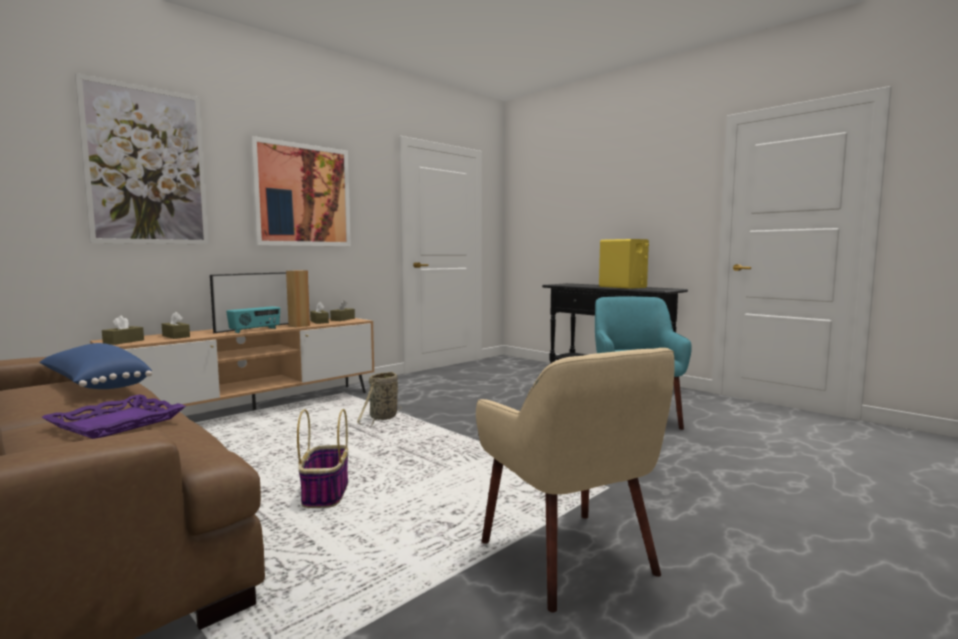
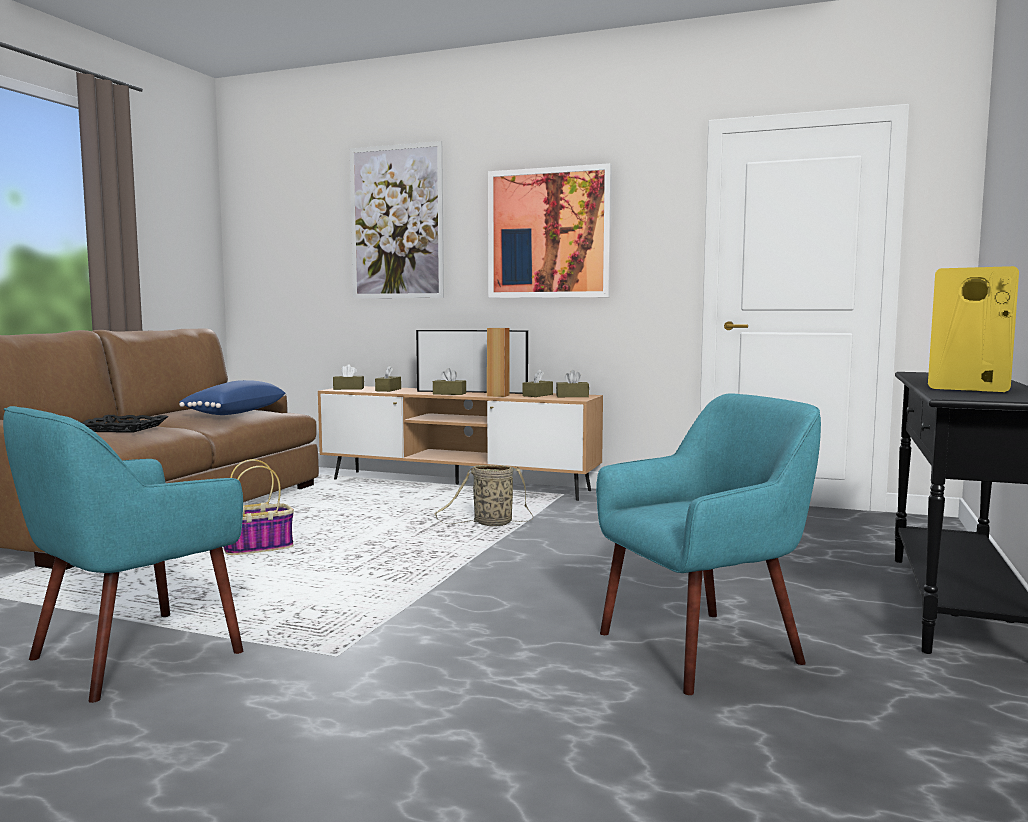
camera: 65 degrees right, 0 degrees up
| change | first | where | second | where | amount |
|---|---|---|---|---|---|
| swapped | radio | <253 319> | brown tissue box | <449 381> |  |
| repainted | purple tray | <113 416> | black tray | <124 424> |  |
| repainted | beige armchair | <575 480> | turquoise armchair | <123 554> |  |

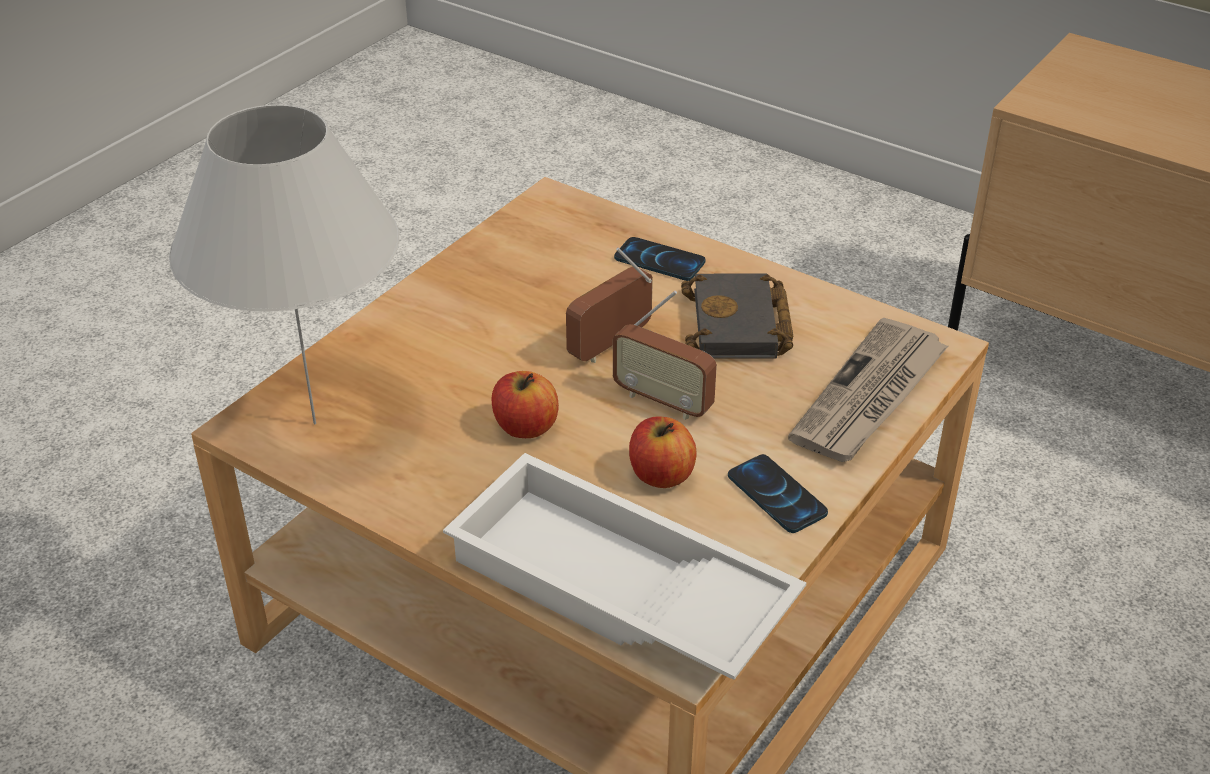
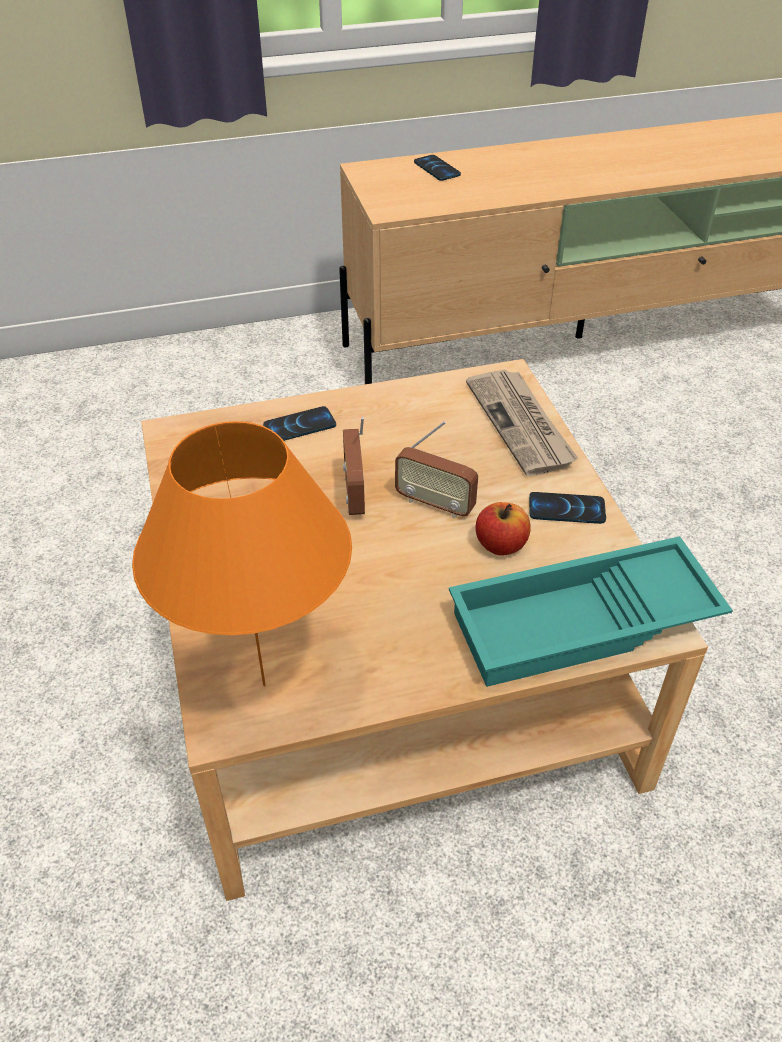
camera: 50 degrees left, 5 degrees up
| change | first | where | second | where | amount |
|---|---|---|---|---|---|
| gone | apple | <525 404> |  |  |  |
| gone | black book | <737 316> |  |  |  |
| new |  |  | phone | <437 168> |  |
| repainted | white table lamp | <284 264> | orange table lamp | <242 553> |  |
| repainted | white tray | <624 566> | turquoise tray | <591 611> |  |
| rotated | radio | <665 355> |  | <436 470> | 45 degrees clockwise |

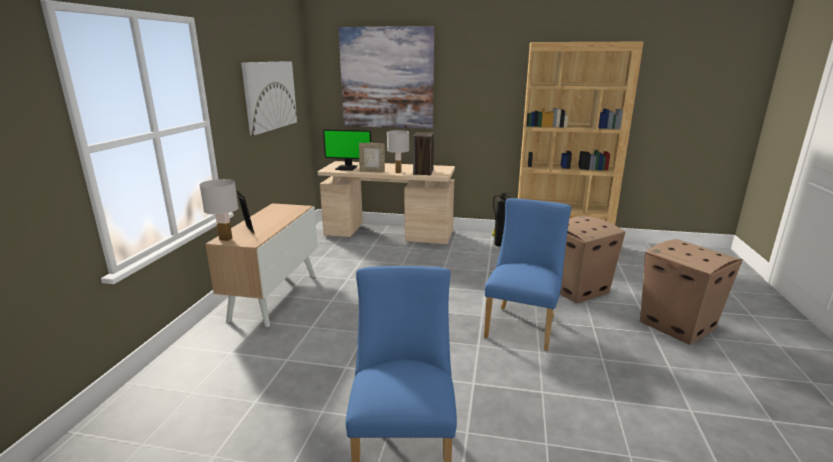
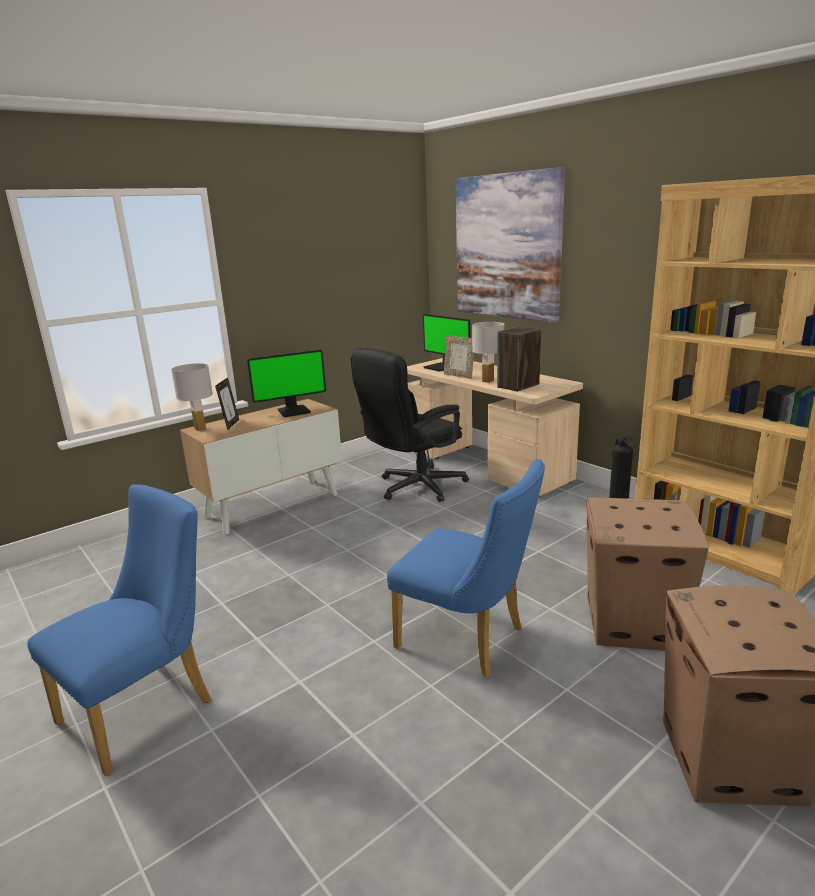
camera: 40 degrees right, 0 degrees up
| change | first | where | second | where | amount |
|---|---|---|---|---|---|
| gone | picture | <269 98> |  |  |  |
| new |  |  | monitor | <286 383> |  |
| new |  |  | black office chair | <410 425> |  |
| rotated | blue chair | <528 274> |  | <466 568> | 60 degrees clockwise |

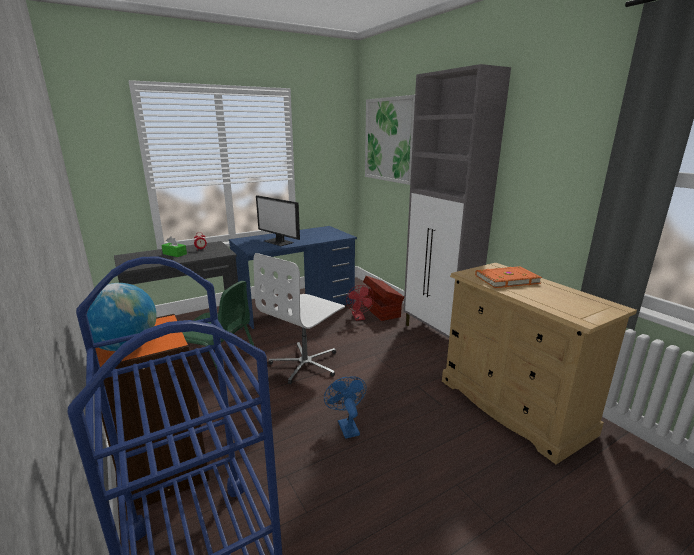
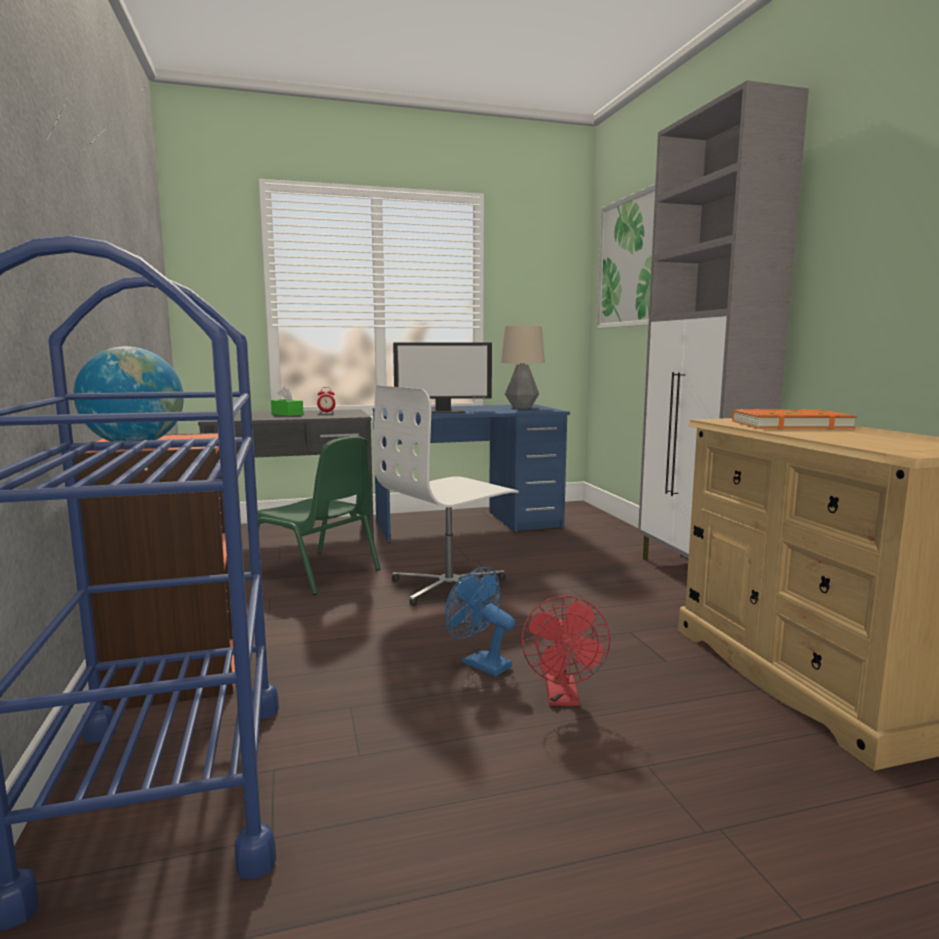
camera: 15 degrees right, 10 degrees down
| change | first | where | second | where | amount |
|---|---|---|---|---|---|
| gone | brown storage box | <382 298> |  |  |  |
| new |  |  | table lamp | <522 367> |  |
| shifted | red fan | <360 303> |  | <566 650> |  |
| rotated | monitor | <278 220> |  | <442 377> | 60 degrees counterclockwise |
| rotated | blue fan | <345 407> |  | <480 621> | 45 degrees counterclockwise |

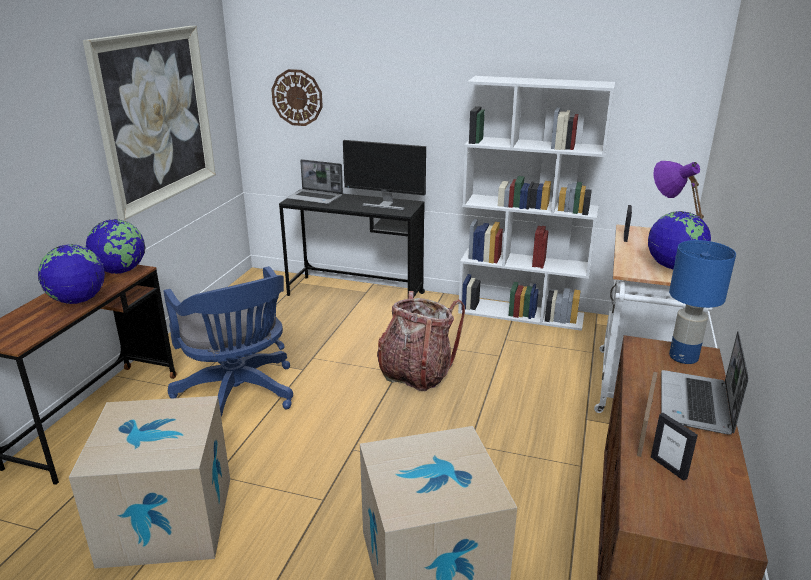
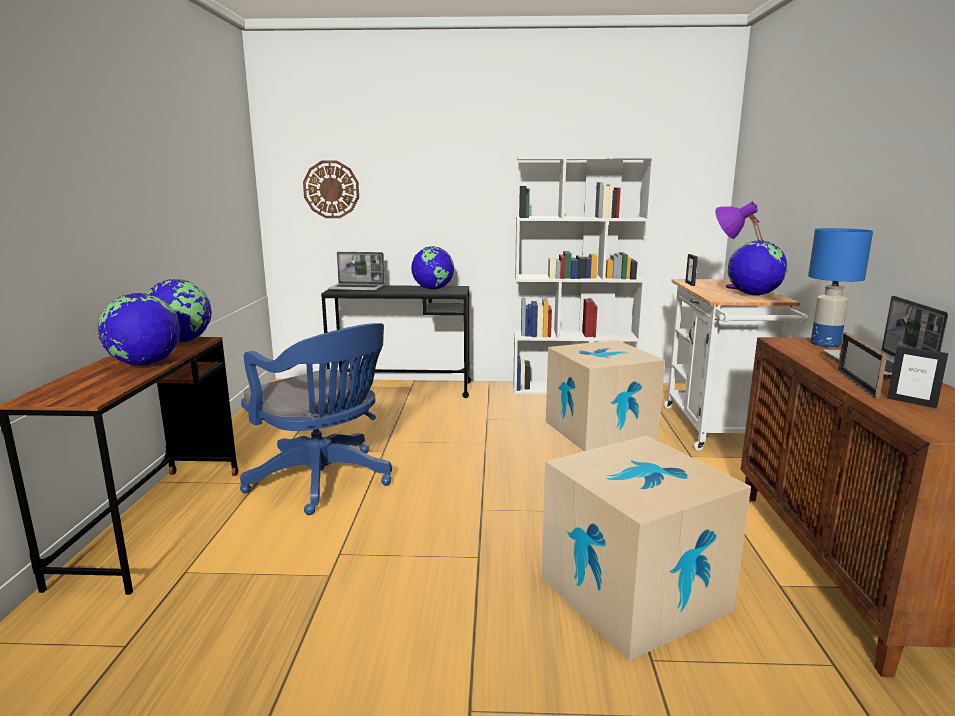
camera: 15 degrees left, 10 degrees down
| change | first | where | second | where | amount |
|---|---|---|---|---|---|
| gone | picture | <149 123> |  |  |  |
| gone | backpack | <421 341> |  |  |  |
| shifted | cardboard box | <149 482> |  | <605 395> |  |
| swapped | monitor | <384 175> | globe | <432 268> |  |

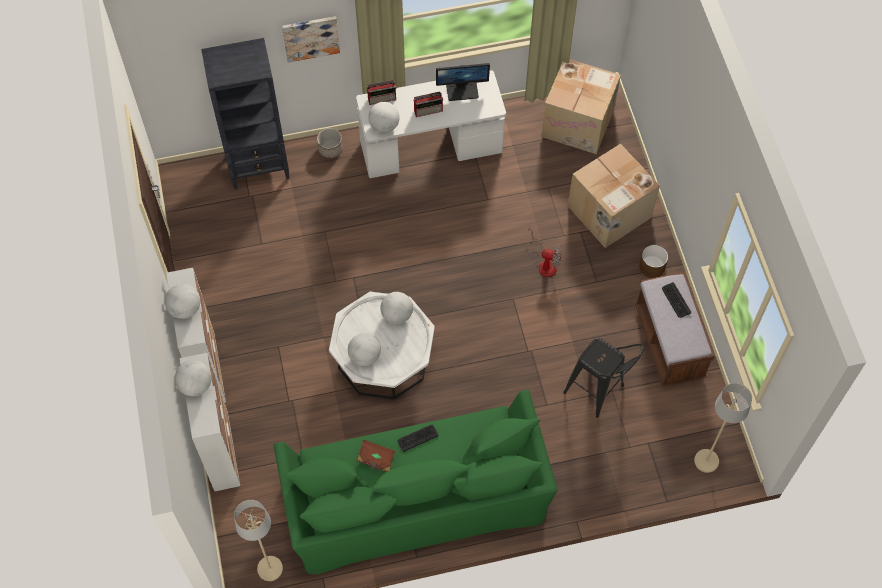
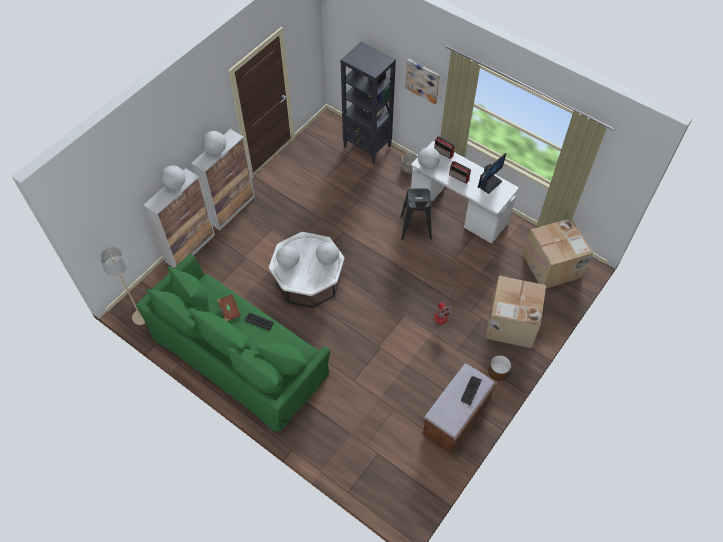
camera: 50 degrees right, 5 degrees down
| change | first | where | second | where | amount |
|---|---|---|---|---|---|
| gone | beige floor lamp | <723 428> |  |  |  |
| shifted | black stool | <603 378> |  | <418 214> |  |
| rotated | monitor | <463 82> |  | <492 173> | 90 degrees counterclockwise |

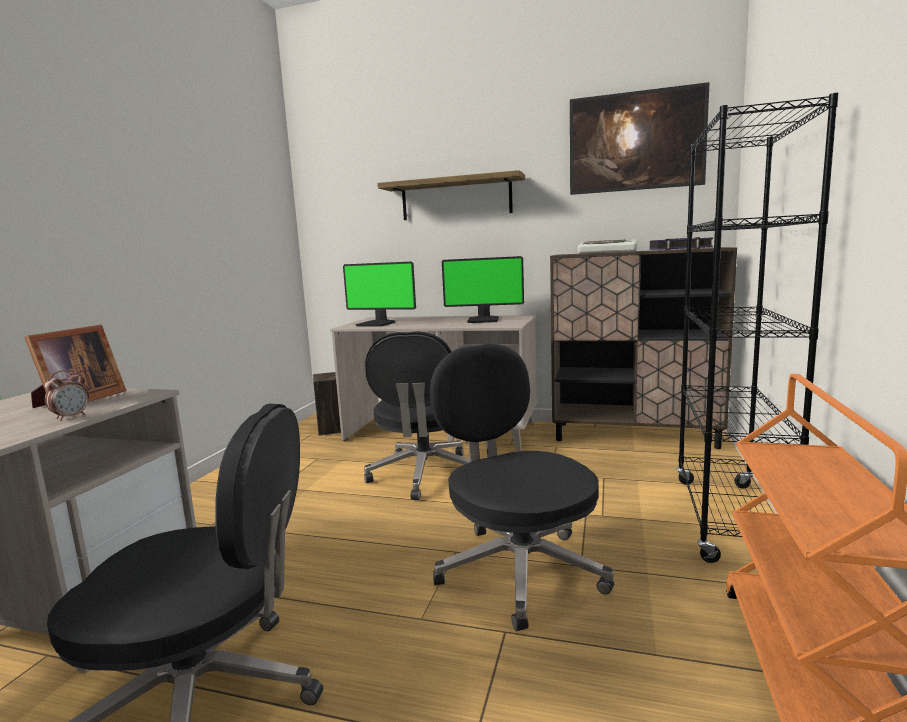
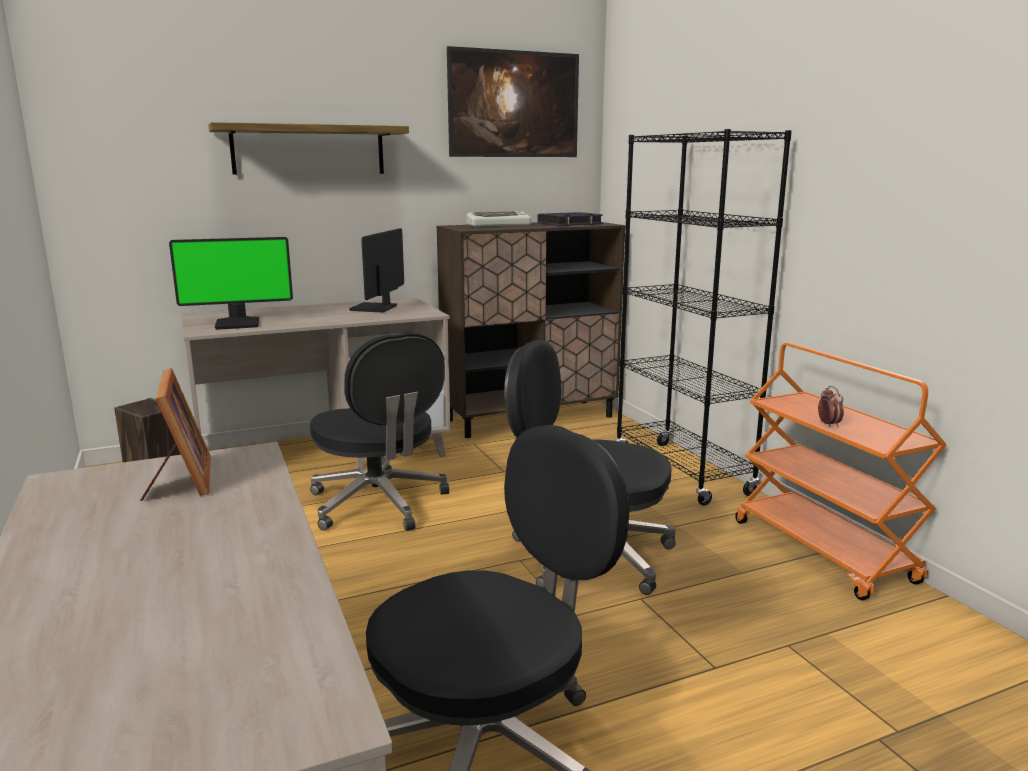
camera: 40 degrees left, 5 degrees up
| change | first | where | second | where | amount |
|---|---|---|---|---|---|
| shifted | alarm clock | <67 395> |  | <831 406> |  |
| rotated | monitor | <483 289> |  | <376 270> | 135 degrees clockwise |

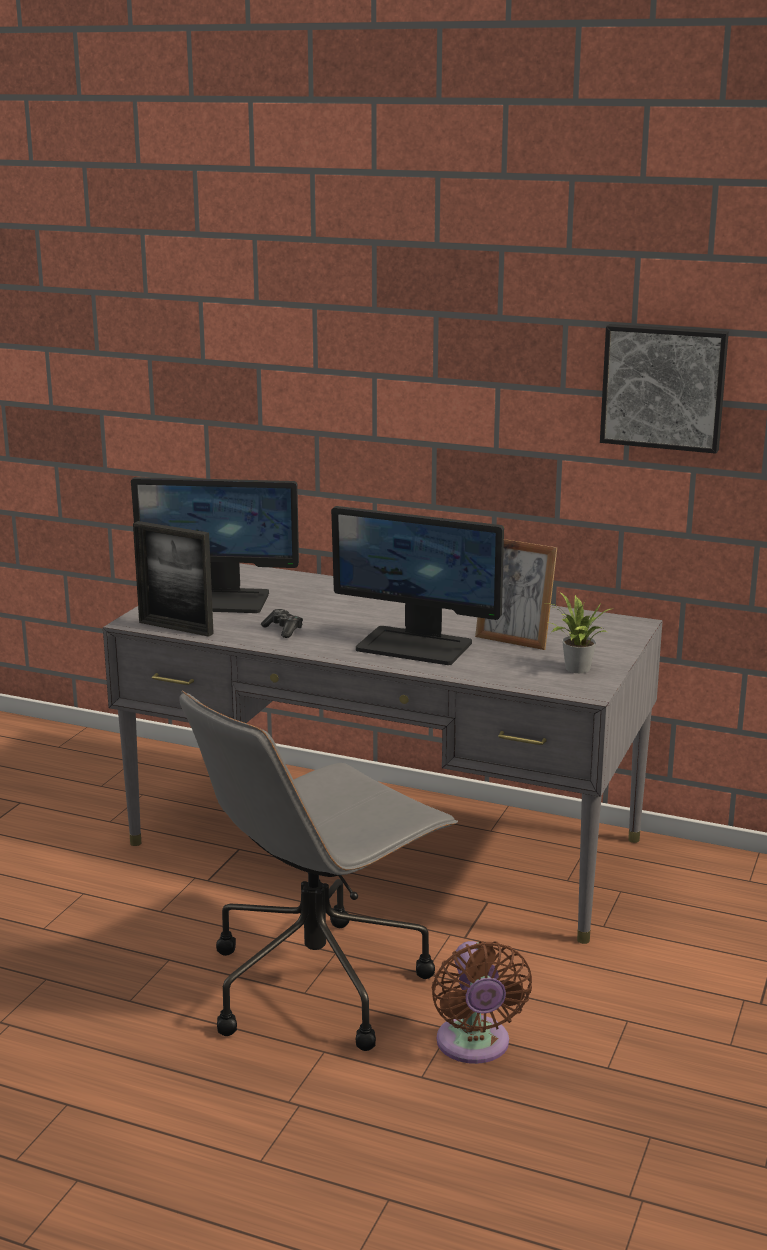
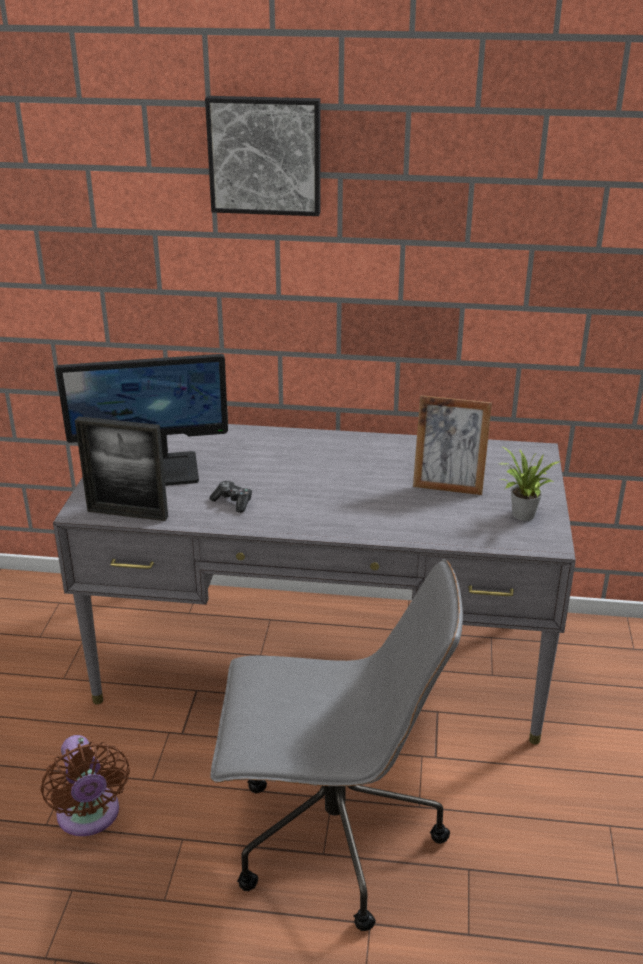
camera: 15 degrees left, 10 degrees up
| change | first | where | second | where | amount |
|---|---|---|---|---|---|
| gone | monitor | <417 585> |  |  |  |
| shifted | brown fan | <482 1002> |  | <85 785> |  |
| shifted | picture | <664 389> |  | <263 156> |  |
| rotated | grey office chair | <318 870> |  | <336 745> | 120 degrees counterclockwise |

